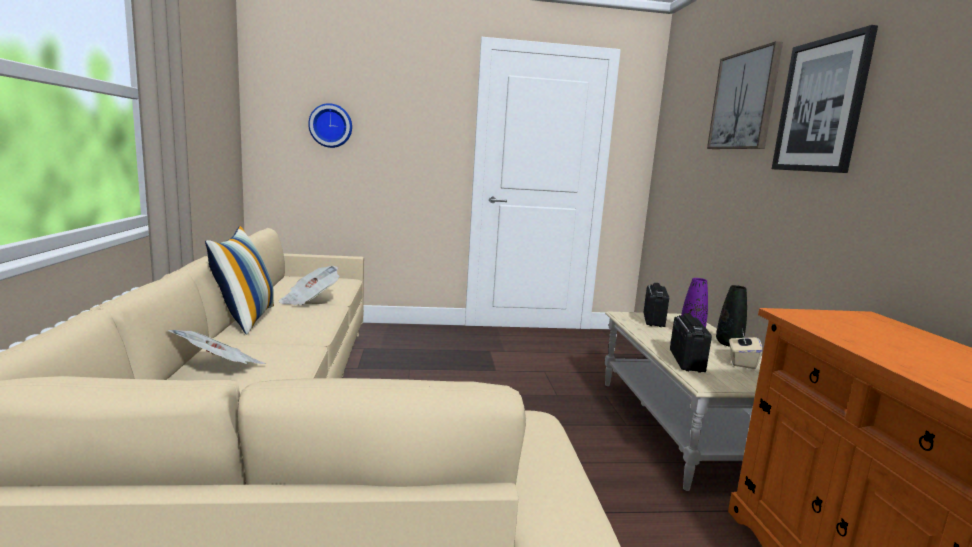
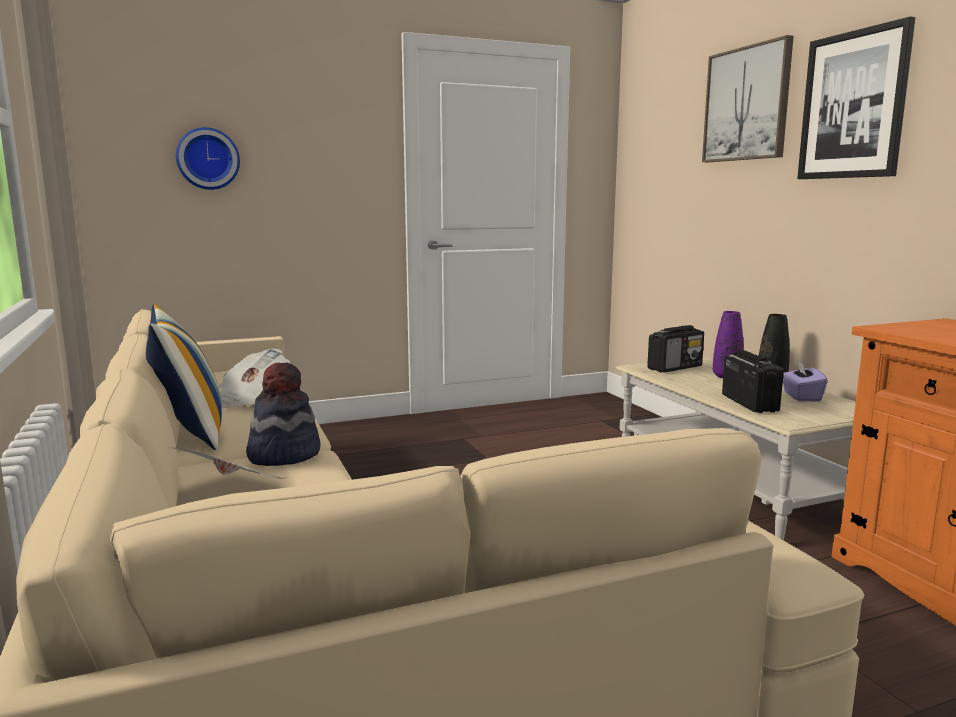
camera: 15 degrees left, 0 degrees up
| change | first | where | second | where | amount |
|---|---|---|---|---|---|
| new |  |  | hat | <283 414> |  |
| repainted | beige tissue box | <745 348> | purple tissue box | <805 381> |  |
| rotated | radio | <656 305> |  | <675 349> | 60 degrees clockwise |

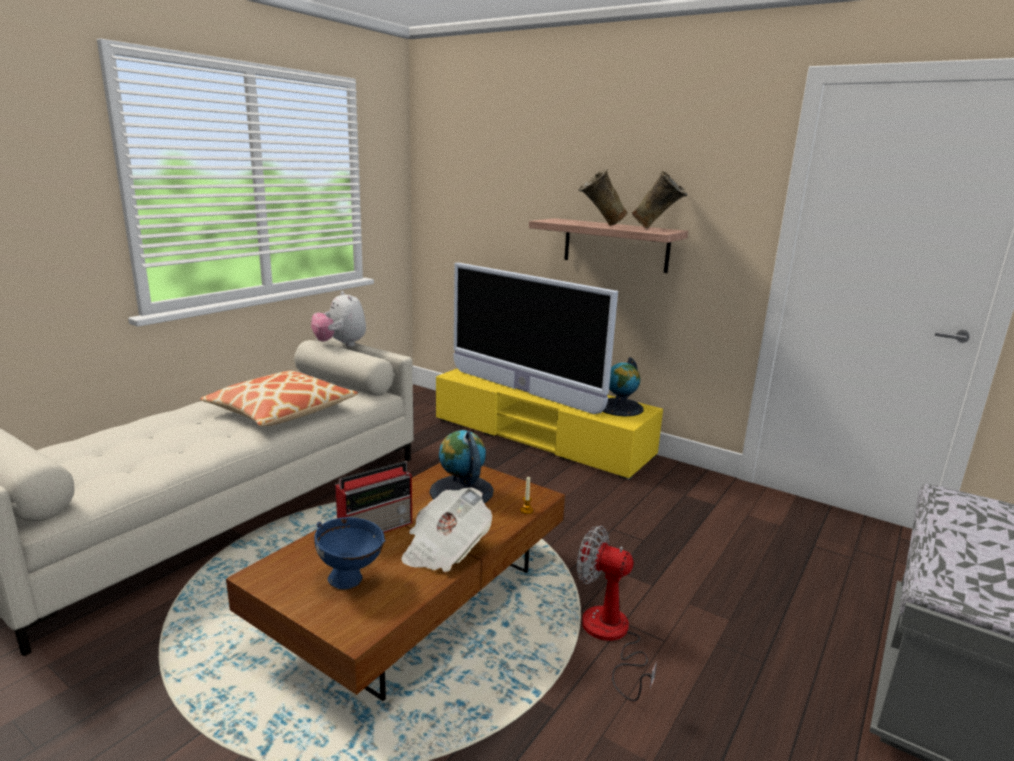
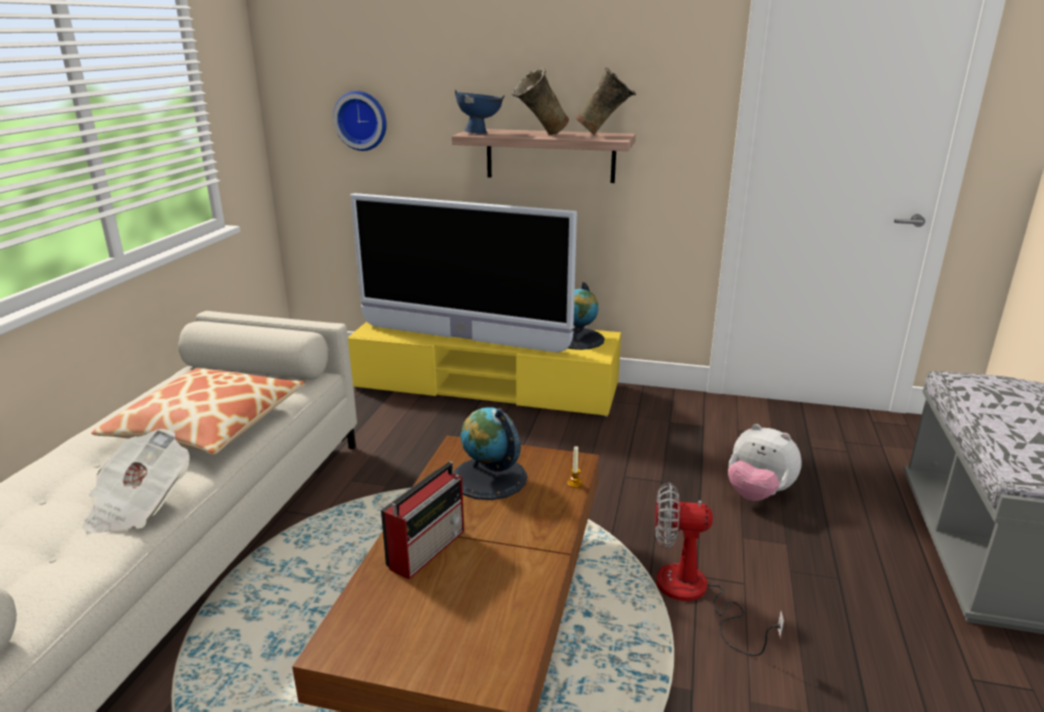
camera: 20 degrees left, 5 degrees up
| change | first | where | second | where | amount |
|---|---|---|---|---|---|
| new |  |  | wall clock | <360 121> |  |
| shifted | plush toy | <338 319> |  | <765 462> |  |
| shifted | blue bowl | <350 553> |  | <480 112> |  |
| shifted | newspaper | <446 530> |  | <136 481> |  |

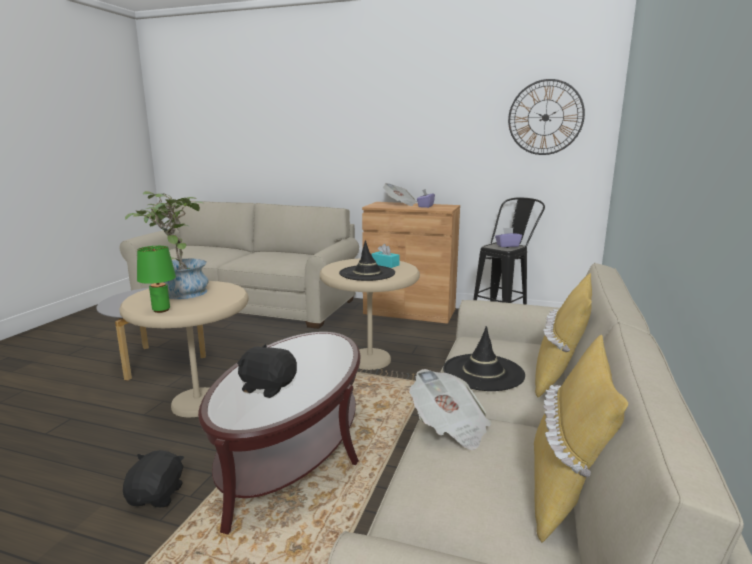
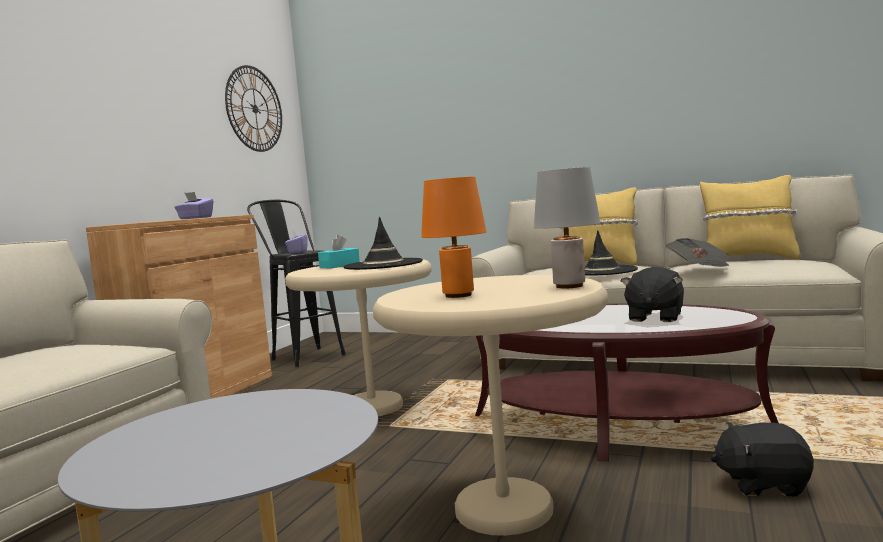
camera: 85 degrees left, 10 degrees down
| change | first | where | second | where | amount |
|---|---|---|---|---|---|
| gone | newspaper | <400 194> |  |  |  |
| swapped | potted plant | <167 245> | orange table lamp | <453 237> |  |
| repainted | green table lamp | <156 279> | grey table lamp | <567 227> |  |

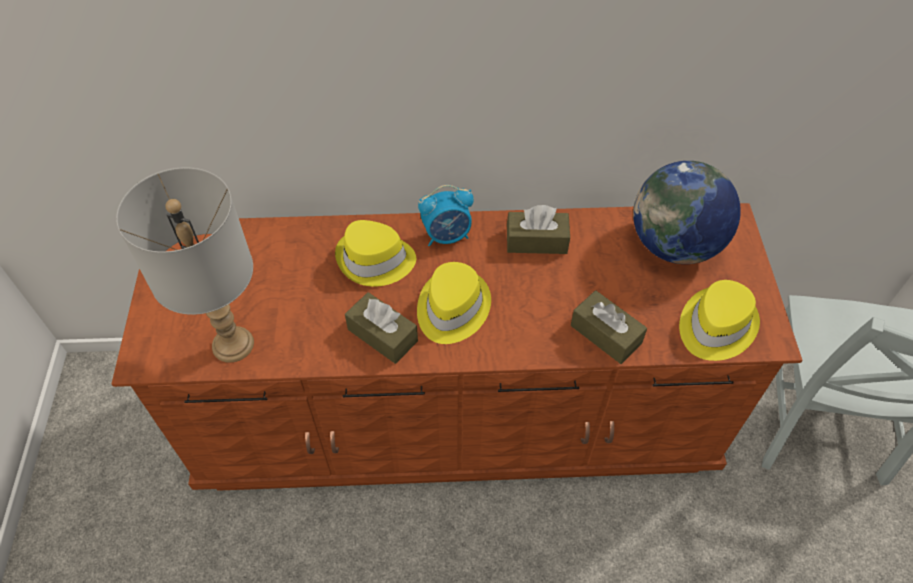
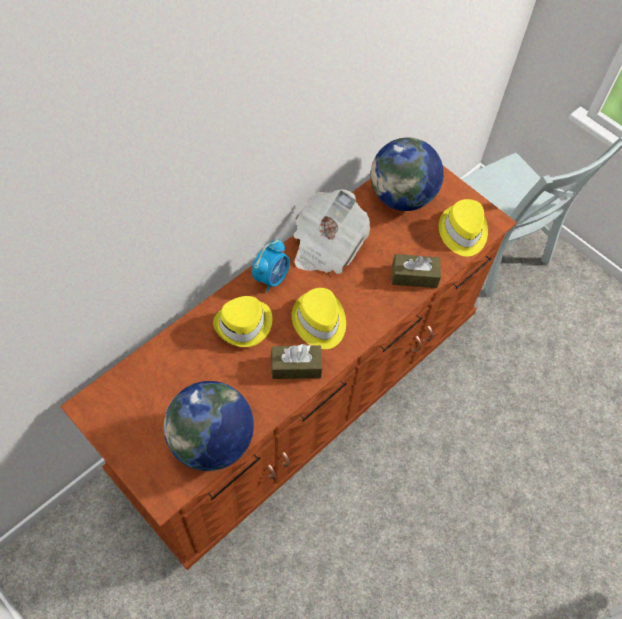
camera: 45 degrees left, 5 degrees up
| change | first | where | second | where | amount |
|---|---|---|---|---|---|
| swapped | grey table lamp | <185 265> | globe | <209 426> |  |
| swapped | brown tissue box | <538 229> | newspaper | <331 231> |  |

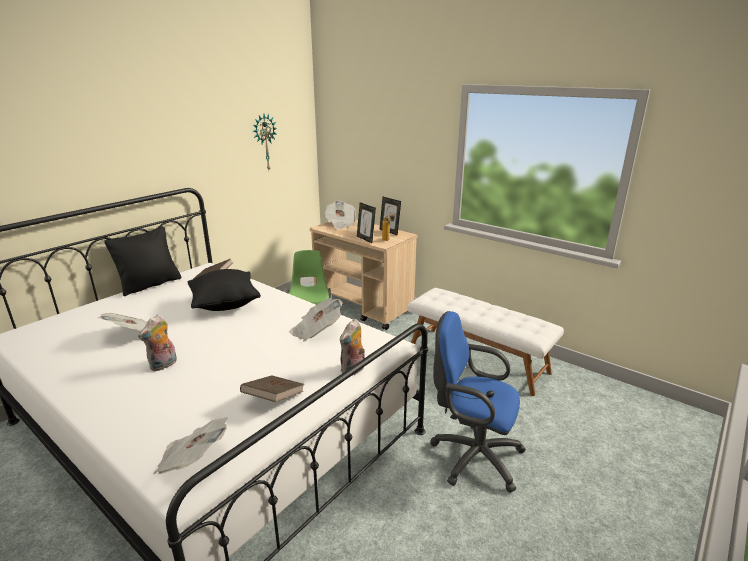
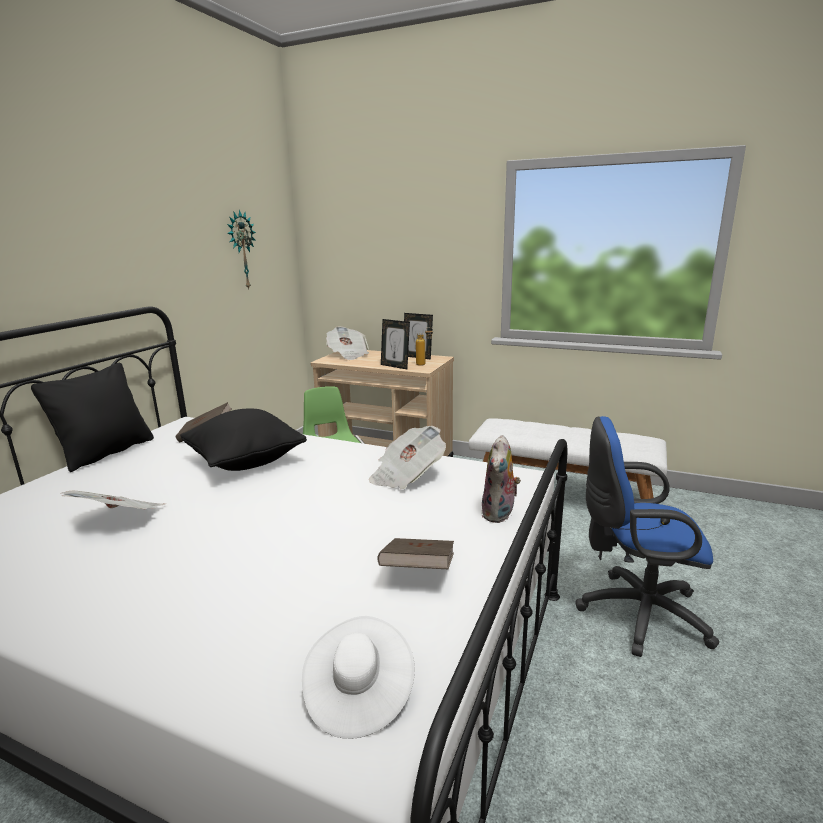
camera: 15 degrees left, 5 degrees down
| change | first | where | second | where | amount |
|---|---|---|---|---|---|
| gone | plush toy | <157 342> |  |  |  |
| swapped | newspaper | <190 445> | white hat | <358 677> |  |

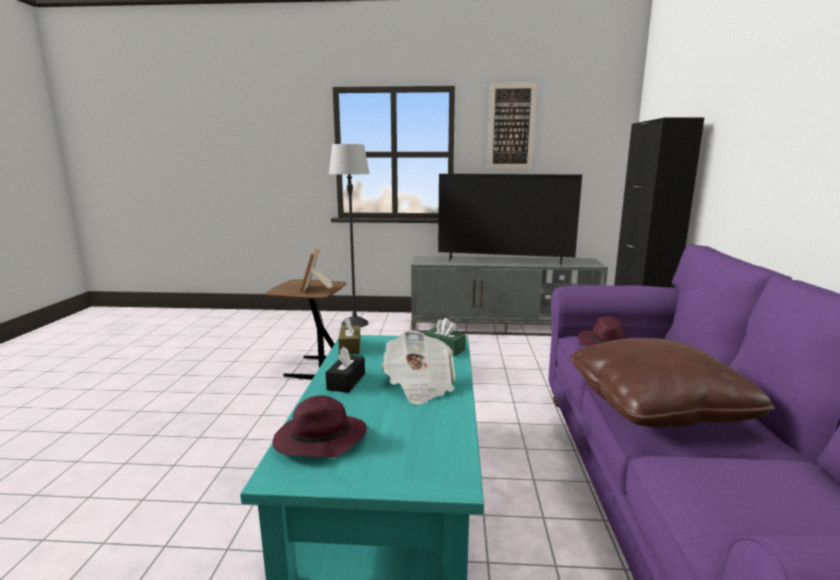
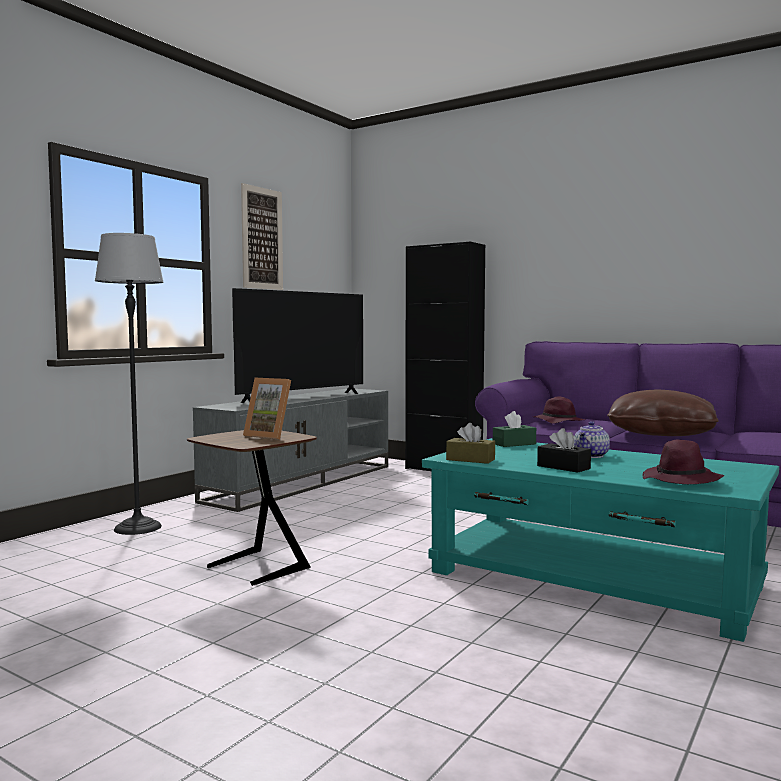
camera: 60 degrees left, 10 degrees down
| change | first | where | second | where | amount |
|---|---|---|---|---|---|
| swapped | newspaper | <418 367> | teapot | <592 439> |  |

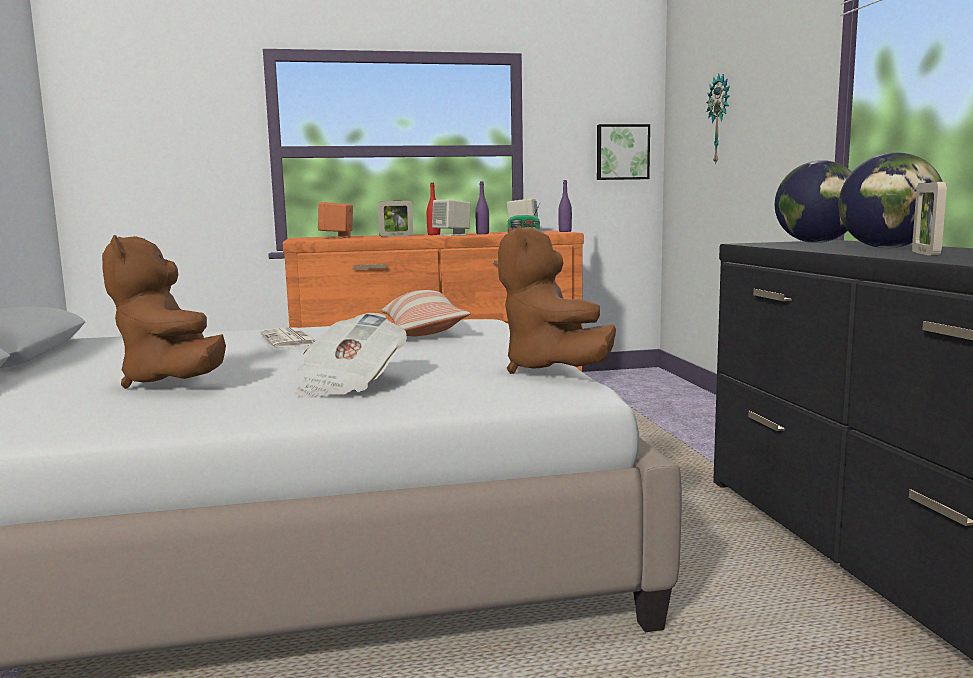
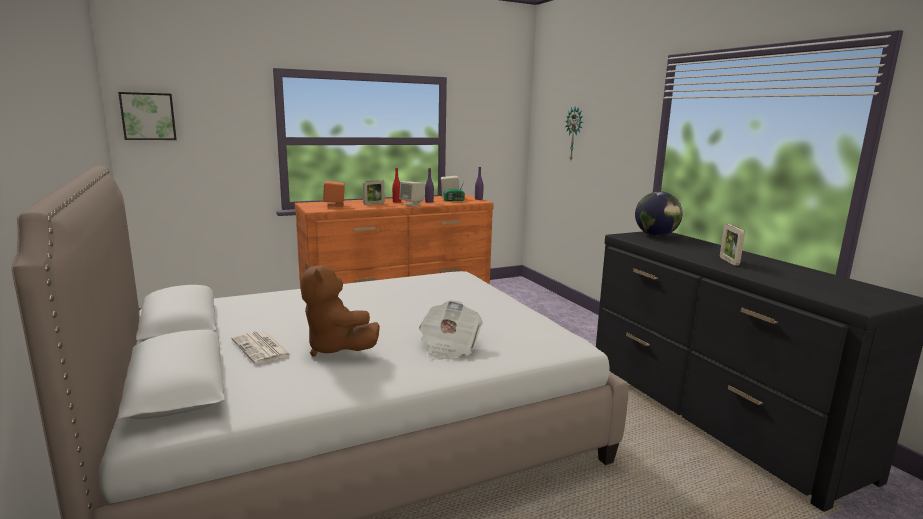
camera: 15 degrees left, 5 degrees up
| change | first | where | second | where | amount |
|---|---|---|---|---|---|
| gone | pillow | <425 313> |  |  |  |
| gone | brown plush toy | <557 299> |  |  |  |
| gone | globe | <891 200> |  |  |  |
| shifted | newspaper | <288 337> |  | <262 347> |  |
| shifted | picture | <623 152> |  | <147 116> |  |

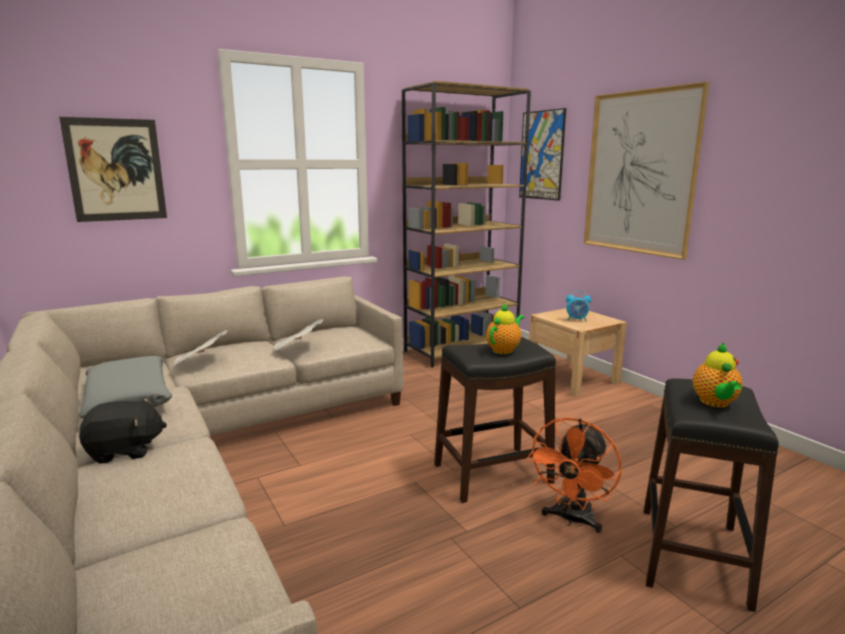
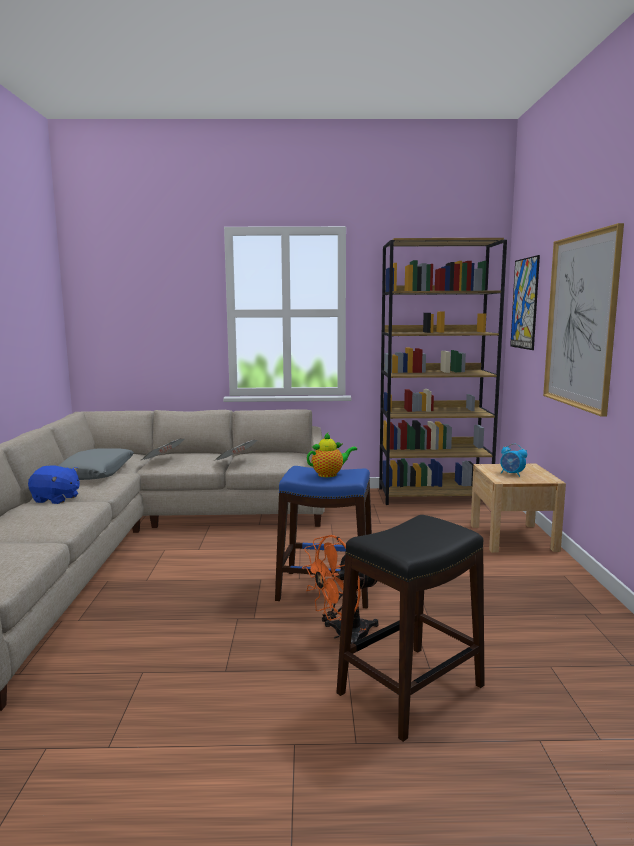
camera: 30 degrees right, 5 degrees down
| change | first | where | second | where | amount |
|---|---|---|---|---|---|
| gone | picture | <113 169> |  |  |  |
| gone | teapot | <718 375> |  |  |  |
| repainted | black plush toy | <123 430> | blue plush toy | <54 484> |  |
| repainted | black stool | <495 420> | blue stool | <323 537> |  |

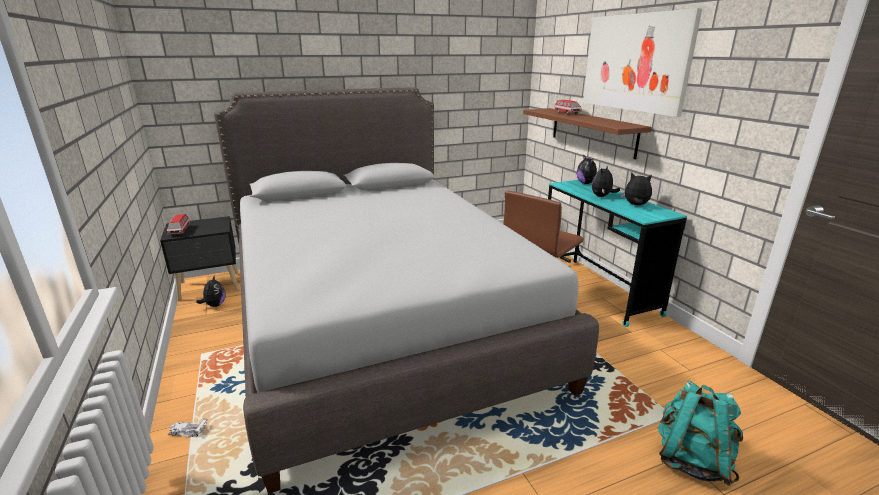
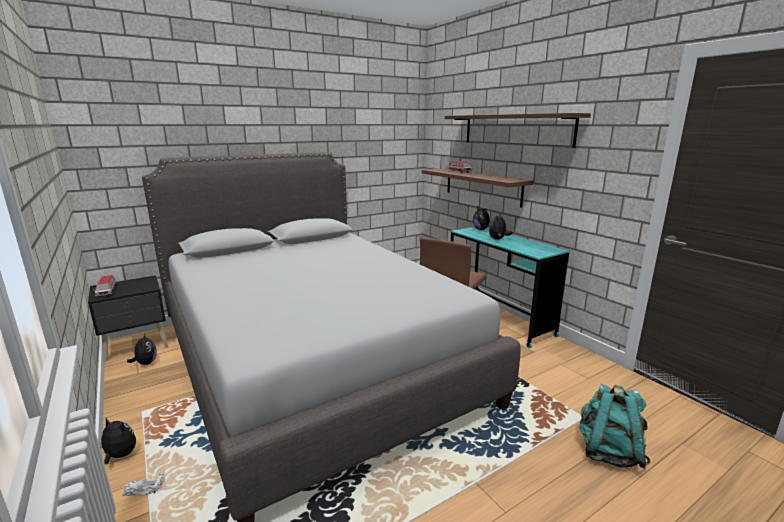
camera: 10 degrees left, 5 degrees down
| change | first | where | second | where | amount |
|---|---|---|---|---|---|
| shifted | plush toy | <636 188> |  | <117 441> |  |
| swapped | picture | <642 62> | brown shelf | <518 130> |  |

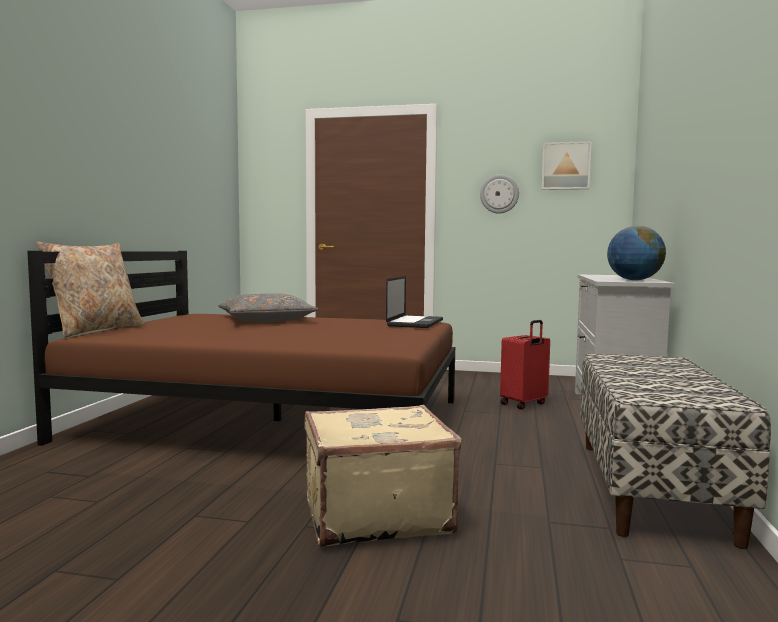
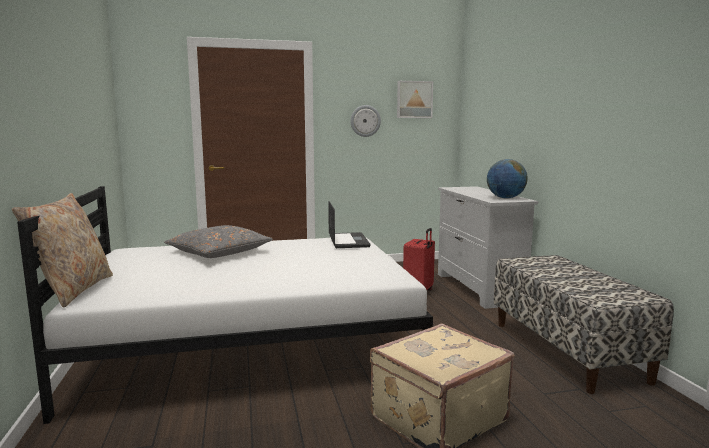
camera: 25 degrees left, 5 degrees up
| change | first | where | second | where | amount |
|---|---|---|---|---|---|
| repainted | brown bed | <241 348> | white bed | <225 305> |  |

